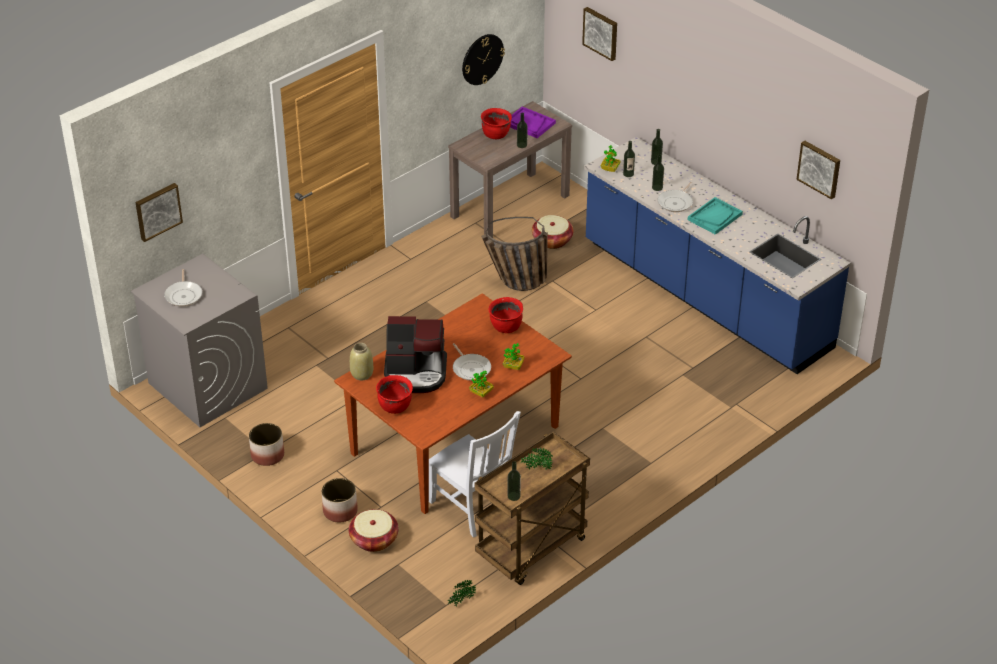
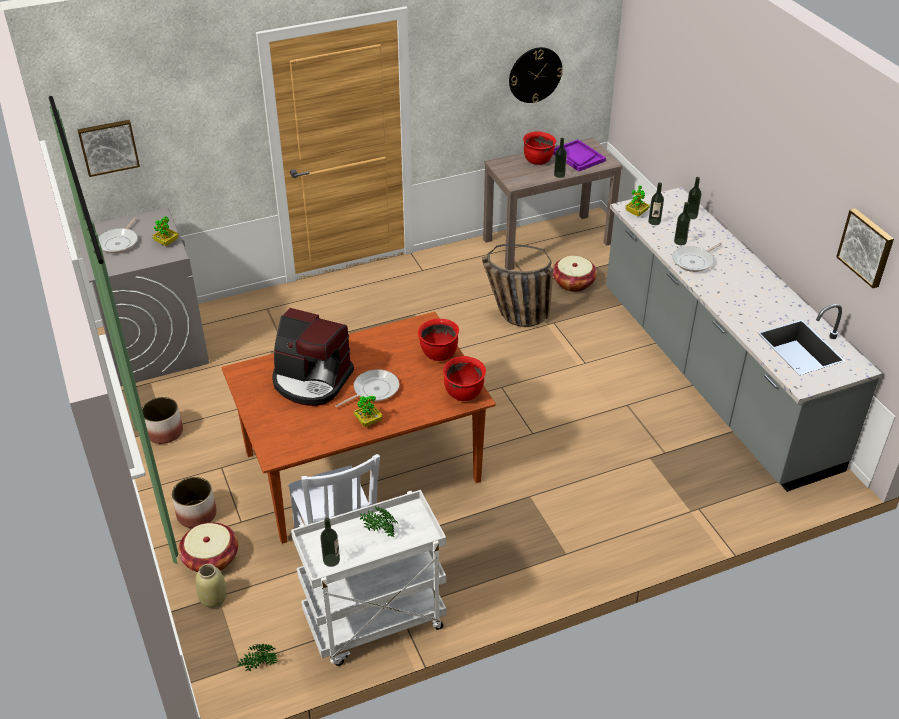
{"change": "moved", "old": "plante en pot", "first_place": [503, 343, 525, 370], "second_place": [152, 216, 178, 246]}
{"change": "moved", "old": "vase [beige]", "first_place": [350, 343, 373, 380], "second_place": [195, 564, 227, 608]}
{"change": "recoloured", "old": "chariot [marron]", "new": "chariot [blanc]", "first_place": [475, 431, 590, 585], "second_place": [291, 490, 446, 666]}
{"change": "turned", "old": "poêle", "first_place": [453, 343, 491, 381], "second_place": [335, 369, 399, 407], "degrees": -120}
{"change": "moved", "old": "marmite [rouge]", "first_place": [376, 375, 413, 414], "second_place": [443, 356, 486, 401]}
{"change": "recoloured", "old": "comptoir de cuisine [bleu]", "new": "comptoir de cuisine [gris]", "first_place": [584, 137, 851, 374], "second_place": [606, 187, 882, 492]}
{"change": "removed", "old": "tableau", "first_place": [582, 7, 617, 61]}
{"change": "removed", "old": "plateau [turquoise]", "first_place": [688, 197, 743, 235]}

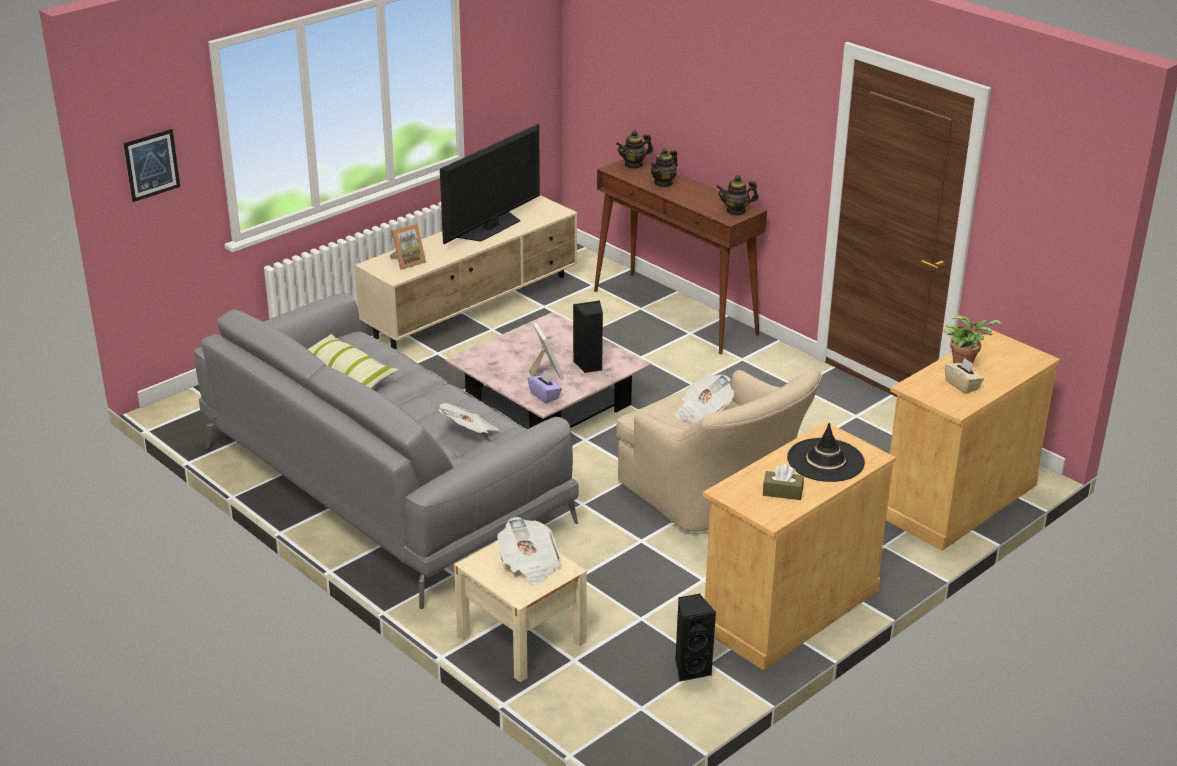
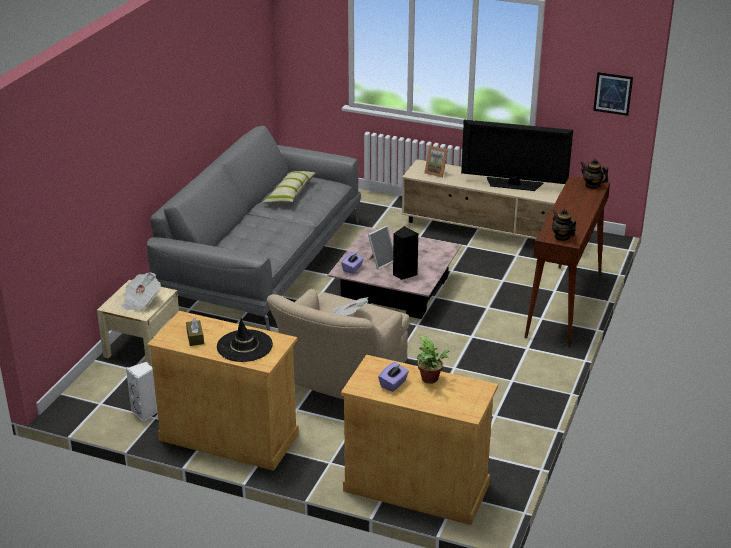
{"change": "recoloured", "old": "enceinte [noir]", "new": "enceinte [blanc]", "first_place": [675, 594, 716, 682], "second_place": [126, 362, 158, 422]}
{"change": "recoloured", "old": "boîte à mouchoirs [beige]", "new": "boîte à mouchoirs [violet]", "first_place": [945, 357, 984, 394], "second_place": [378, 362, 409, 392]}
{"change": "moved", "old": "tableau", "first_place": [123, 129, 180, 202], "second_place": [593, 72, 633, 116]}
{"change": "removed", "old": "journal", "first_place": [438, 403, 499, 433]}
{"change": "removed", "old": "théière", "first_place": [651, 148, 678, 188]}

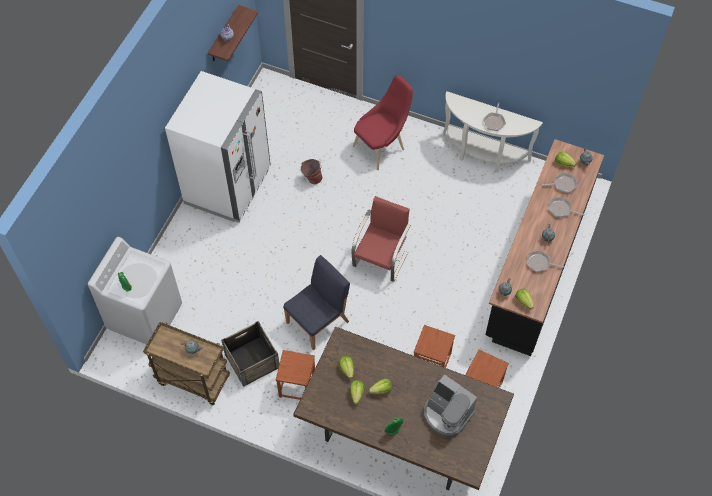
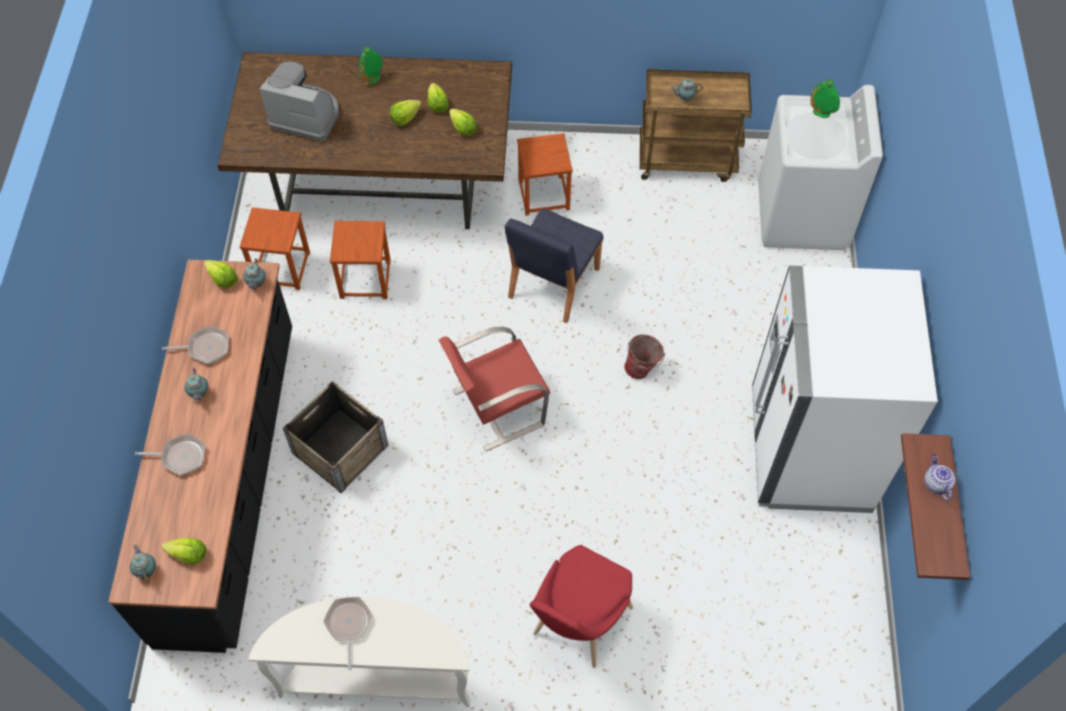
{"change": "moved", "old": "caisse", "first_place": [221, 321, 280, 387], "second_place": [283, 381, 389, 493]}
{"change": "turned", "old": "chaise [rouge]", "first_place": [352, 196, 411, 282], "second_place": [439, 326, 550, 452], "degrees": 60}
{"change": "moved", "old": "seau", "first_place": [301, 159, 322, 184], "second_place": [624, 334, 665, 379]}
{"change": "removed", "old": "poêle", "first_place": [541, 172, 577, 193]}

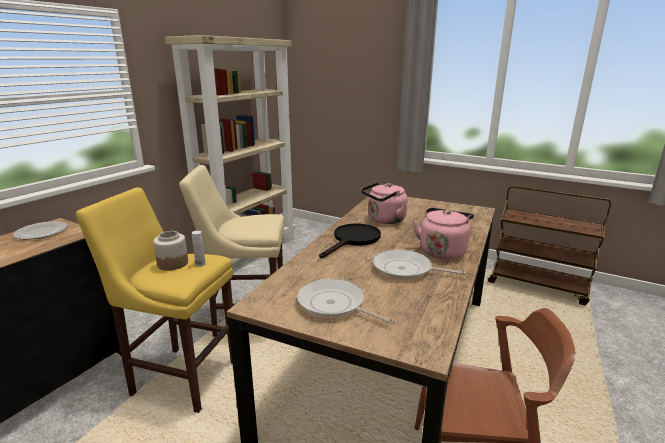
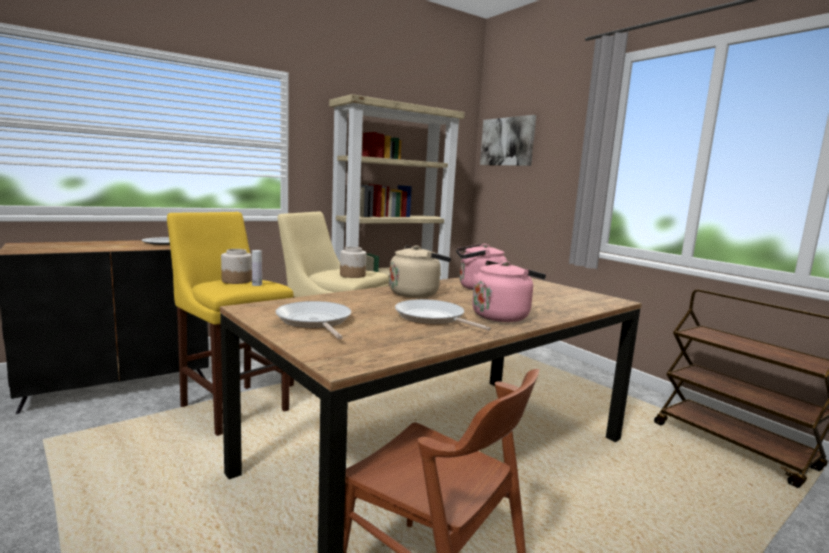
{"change": "added", "new": "bocal", "second_place": [340, 247, 366, 278]}
{"change": "replaced", "old": "poêle [noir]", "new": "bouilloire [beige]", "first_place": [319, 223, 381, 258], "second_place": [389, 245, 451, 298]}
{"change": "added", "new": "tableau", "second_place": [480, 115, 536, 166]}

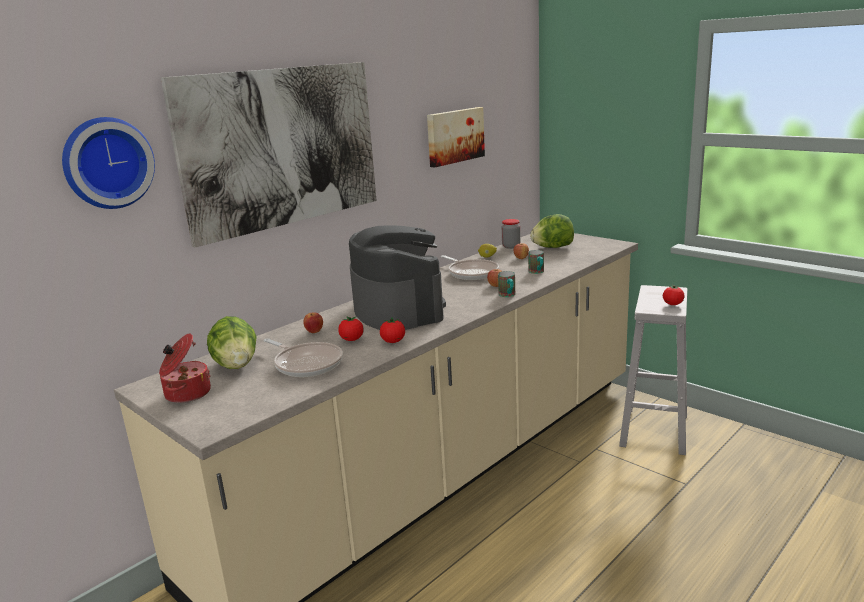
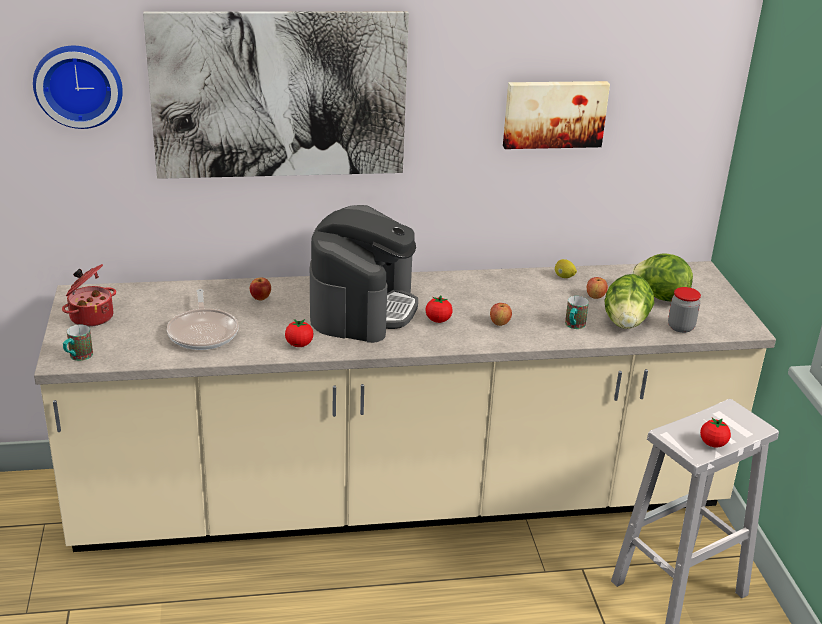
{"change": "moved", "old": "mug", "first_place": [498, 271, 515, 297], "second_place": [63, 324, 93, 361]}
{"change": "moved", "old": "tomate", "first_place": [338, 316, 364, 341], "second_place": [425, 295, 453, 323]}
{"change": "moved", "old": "laitue", "first_place": [207, 316, 257, 369], "second_place": [604, 274, 654, 329]}
{"change": "moved", "old": "bocal", "first_place": [502, 219, 520, 249], "second_place": [668, 287, 701, 333]}
{"change": "removed", "old": "poêle", "first_place": [441, 255, 499, 280]}

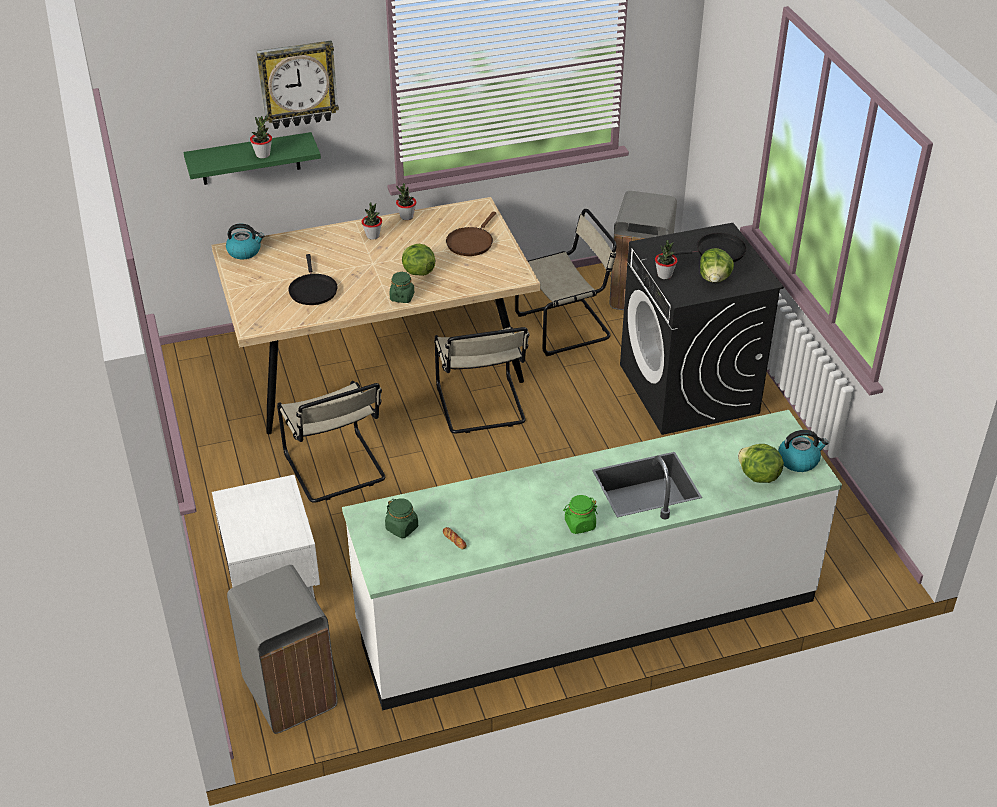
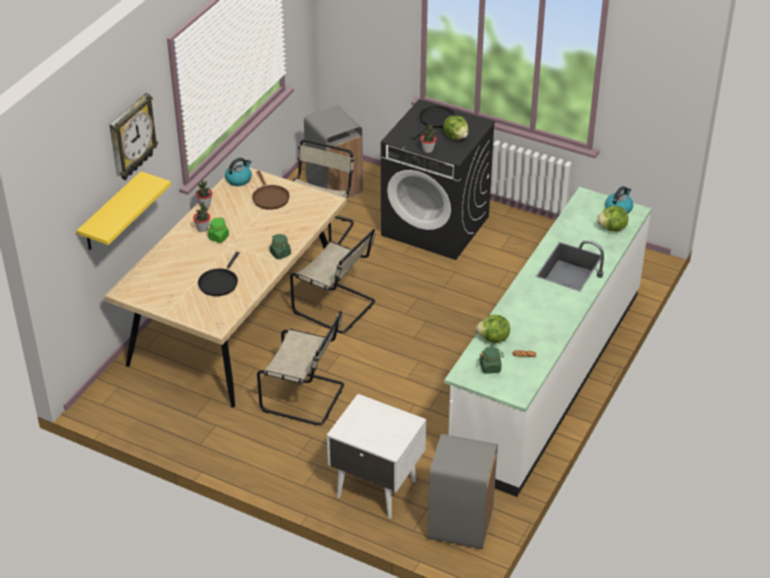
{"change": "recoloured", "old": "étagère [vert]", "new": "étagère [jaune]", "first_place": [183, 132, 321, 185], "second_place": [77, 171, 171, 250]}
{"change": "turned", "old": "poêle [noir]", "first_place": [288, 254, 338, 305], "second_place": [198, 252, 239, 296], "degrees": 75}
{"change": "moved", "old": "bocal [vert]", "first_place": [563, 495, 598, 534], "second_place": [208, 217, 229, 243]}
{"change": "moved", "old": "bouilloire", "first_place": [226, 224, 264, 260], "second_place": [225, 158, 252, 186]}
{"change": "moved", "old": "laitue", "first_place": [402, 244, 435, 276], "second_place": [476, 315, 510, 343]}
{"change": "removed", "old": "plante en pot", "first_place": [250, 114, 272, 158]}

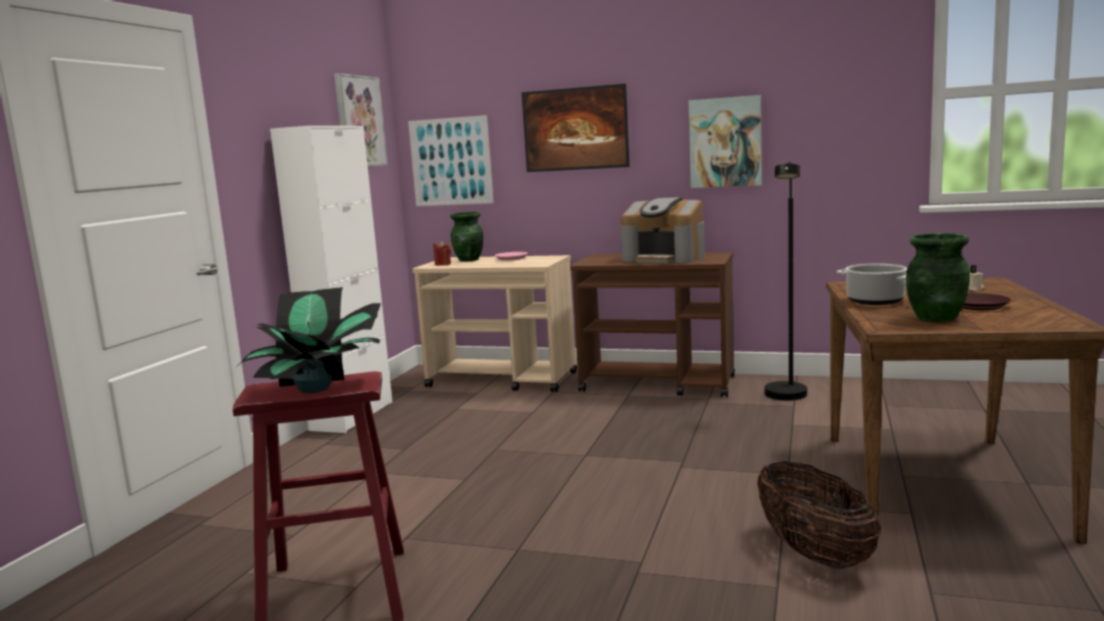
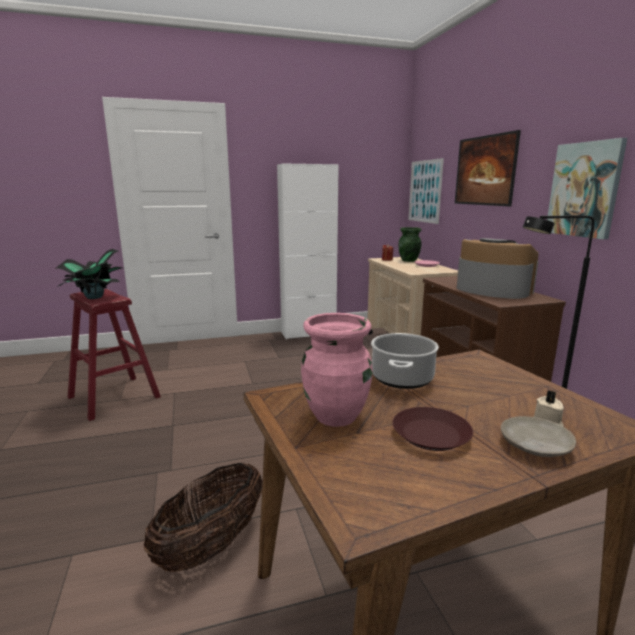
{"change": "recoloured", "old": "vase [vert]", "new": "vase [rose]", "first_place": [906, 233, 970, 322], "second_place": [301, 313, 373, 427]}
{"change": "turned", "old": "machine à café", "first_place": [620, 197, 705, 263], "second_place": [457, 238, 539, 299], "degrees": 135}
{"change": "added", "new": "assiette [beige]", "second_place": [501, 416, 576, 457]}
{"change": "removed", "old": "tableau", "first_place": [334, 73, 388, 167]}

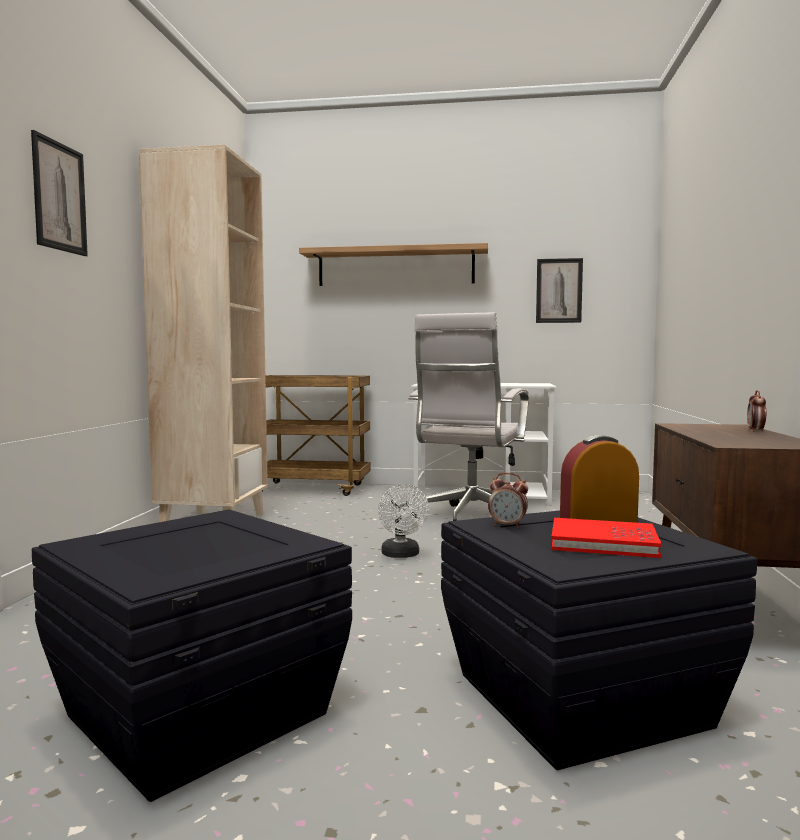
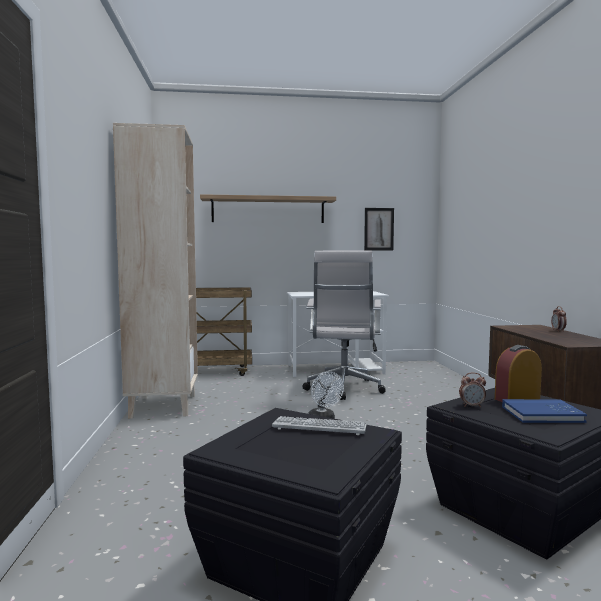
{"change": "added", "new": "clavier", "second_place": [272, 416, 367, 435]}
{"change": "recoloured", "old": "livre [rouge]", "new": "livre [bleu]", "first_place": [551, 518, 661, 558], "second_place": [502, 399, 587, 423]}
{"change": "removed", "old": "tableau", "first_place": [31, 130, 88, 256]}

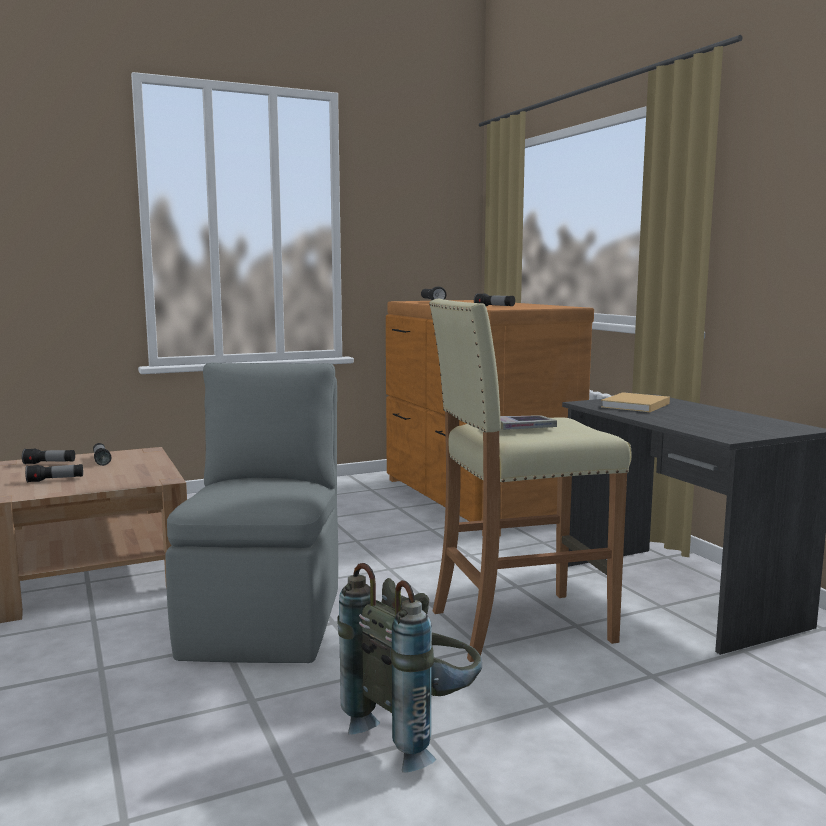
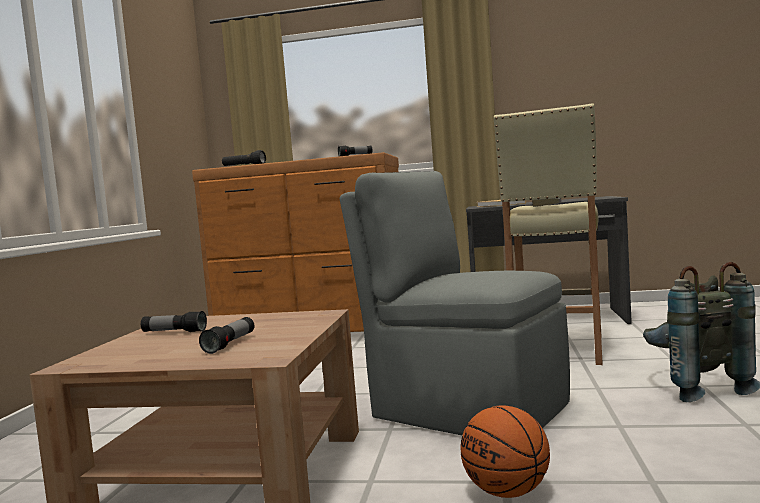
{"change": "added", "new": "ballon de basket", "second_place": [460, 405, 550, 498]}
{"change": "removed", "old": "lampe de poche", "first_place": [22, 449, 75, 464]}

